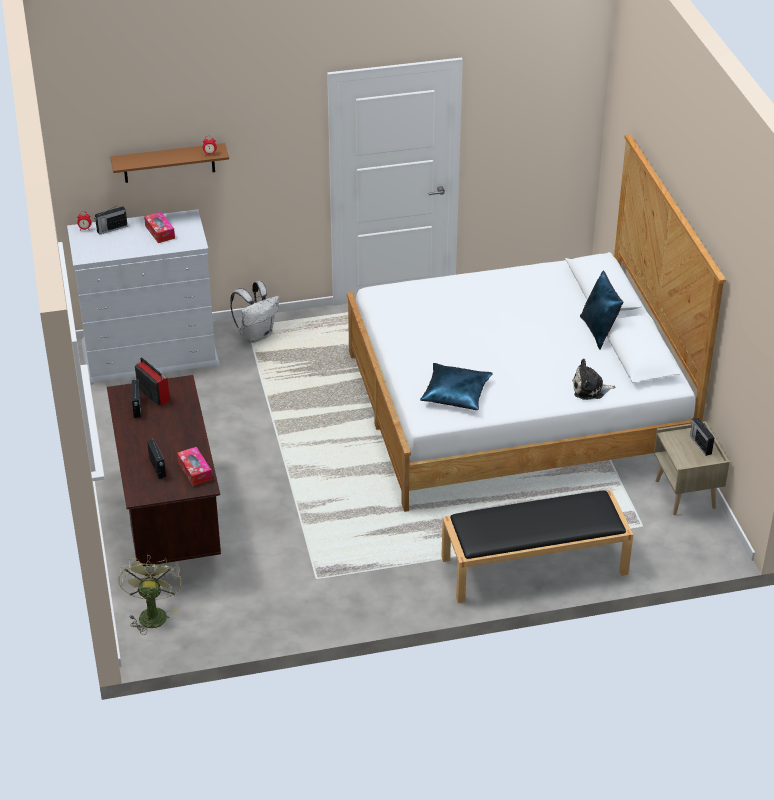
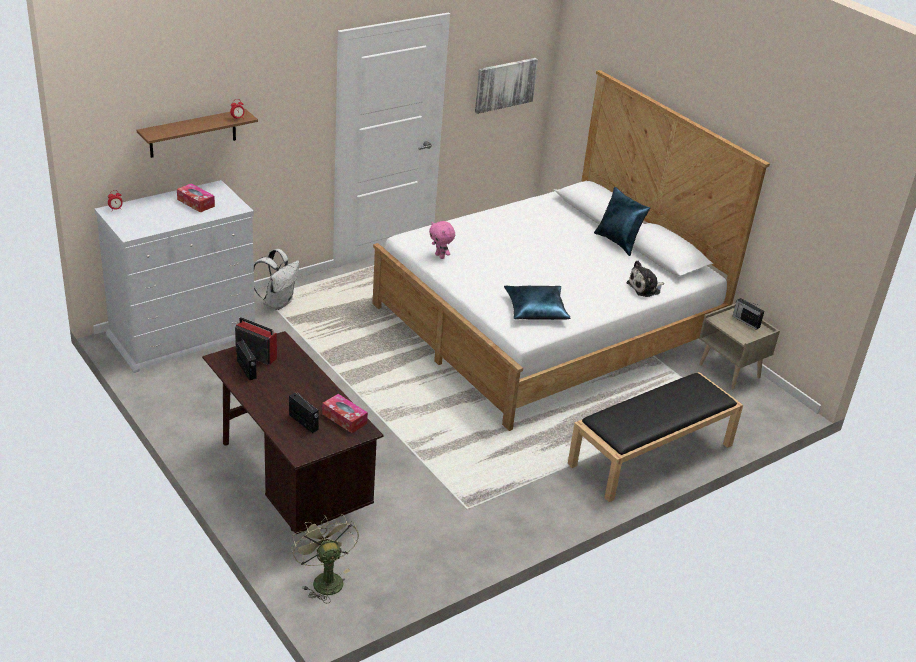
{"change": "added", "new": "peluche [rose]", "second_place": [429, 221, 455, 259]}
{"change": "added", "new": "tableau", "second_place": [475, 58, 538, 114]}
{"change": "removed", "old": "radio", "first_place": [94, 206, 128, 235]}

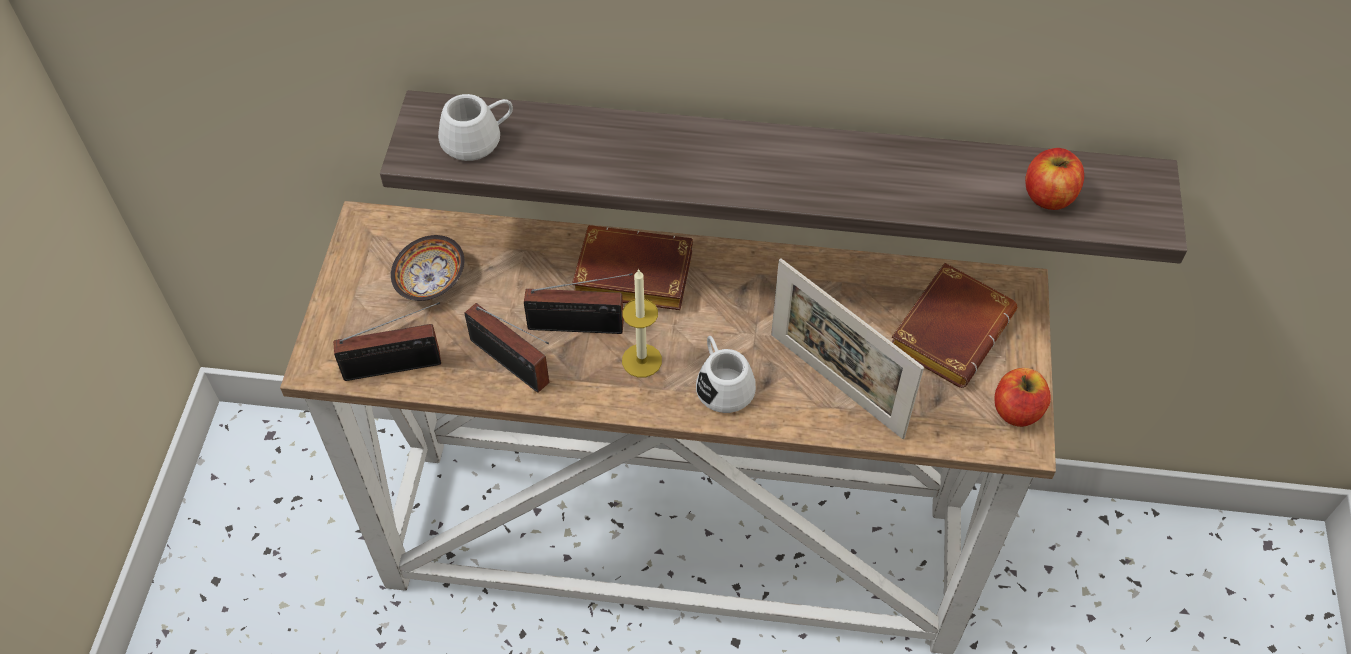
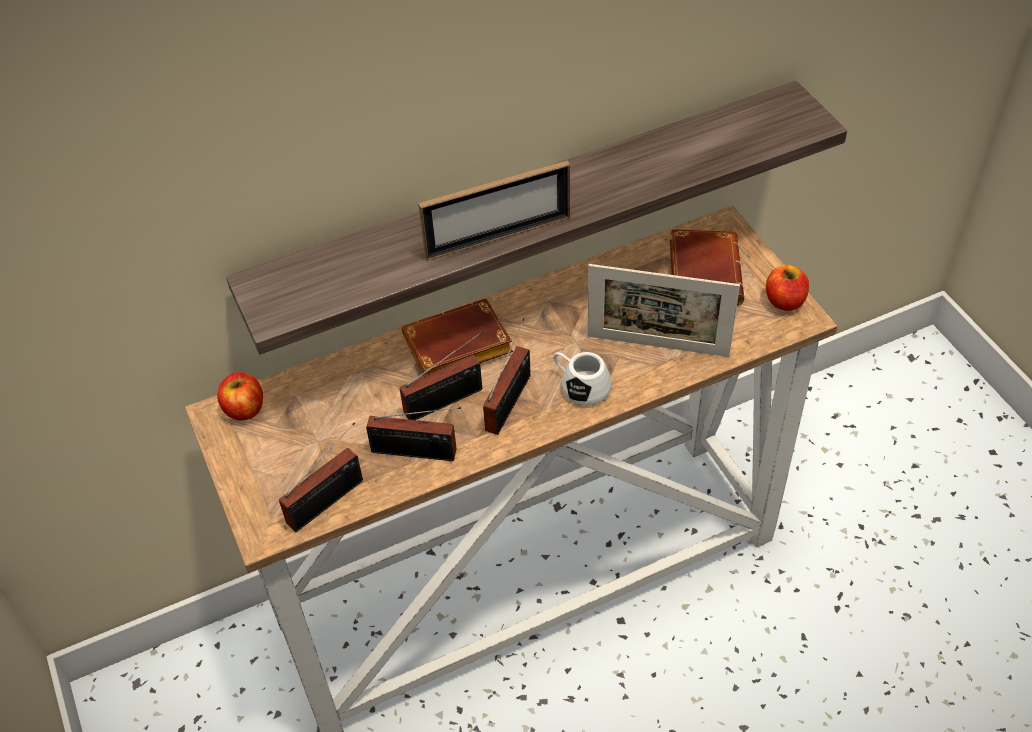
{"change": "moved", "old": "pomme", "first_place": [1025, 148, 1084, 210], "second_place": [217, 372, 263, 421]}
{"change": "added", "new": "cadre photo", "second_place": [418, 160, 570, 261]}
{"change": "replaced", "old": "bougie", "new": "radio", "first_place": [622, 268, 662, 377], "second_place": [483, 318, 531, 435]}
{"change": "removed", "old": "bol", "first_place": [391, 235, 464, 301]}
{"change": "removed", "old": "mug [blanc]", "first_place": [438, 94, 513, 161]}

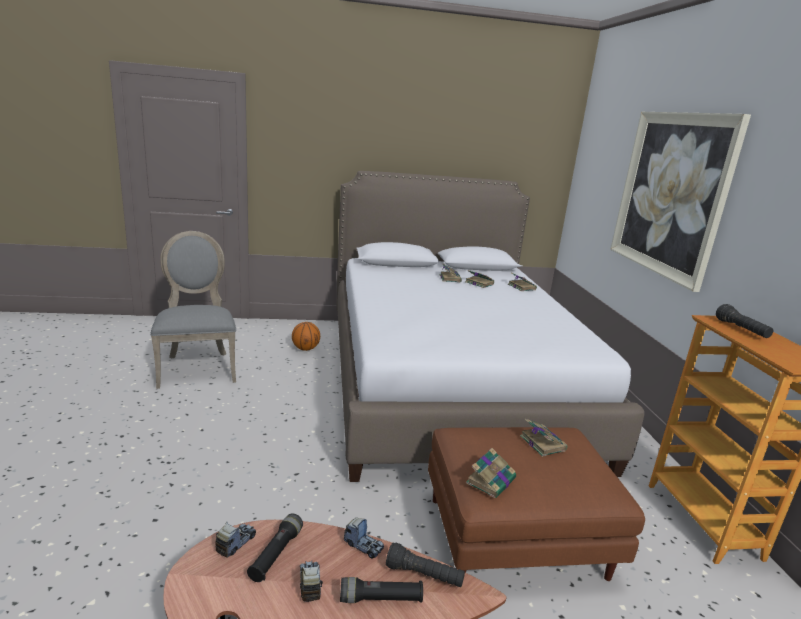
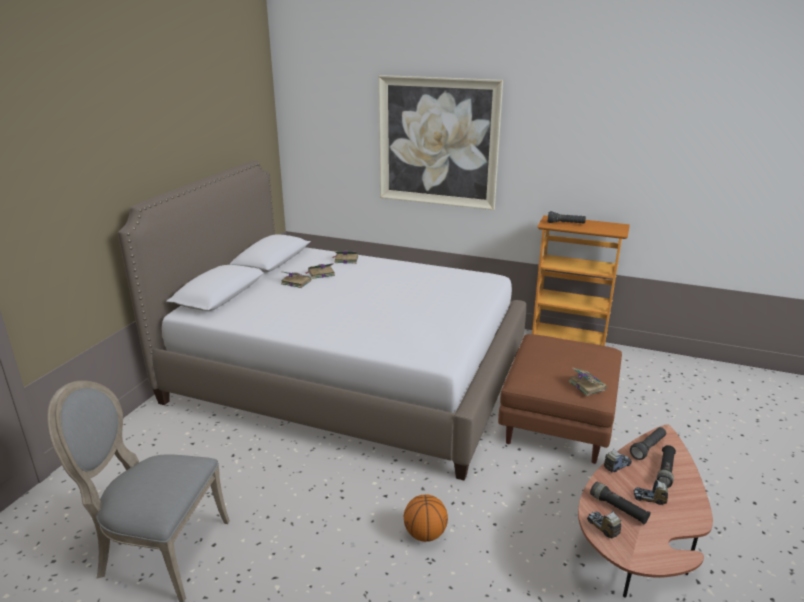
{"change": "moved", "old": "ballon de basket", "first_place": [292, 322, 320, 351], "second_place": [404, 494, 448, 542]}
{"change": "removed", "old": "livre", "first_place": [520, 419, 567, 457]}

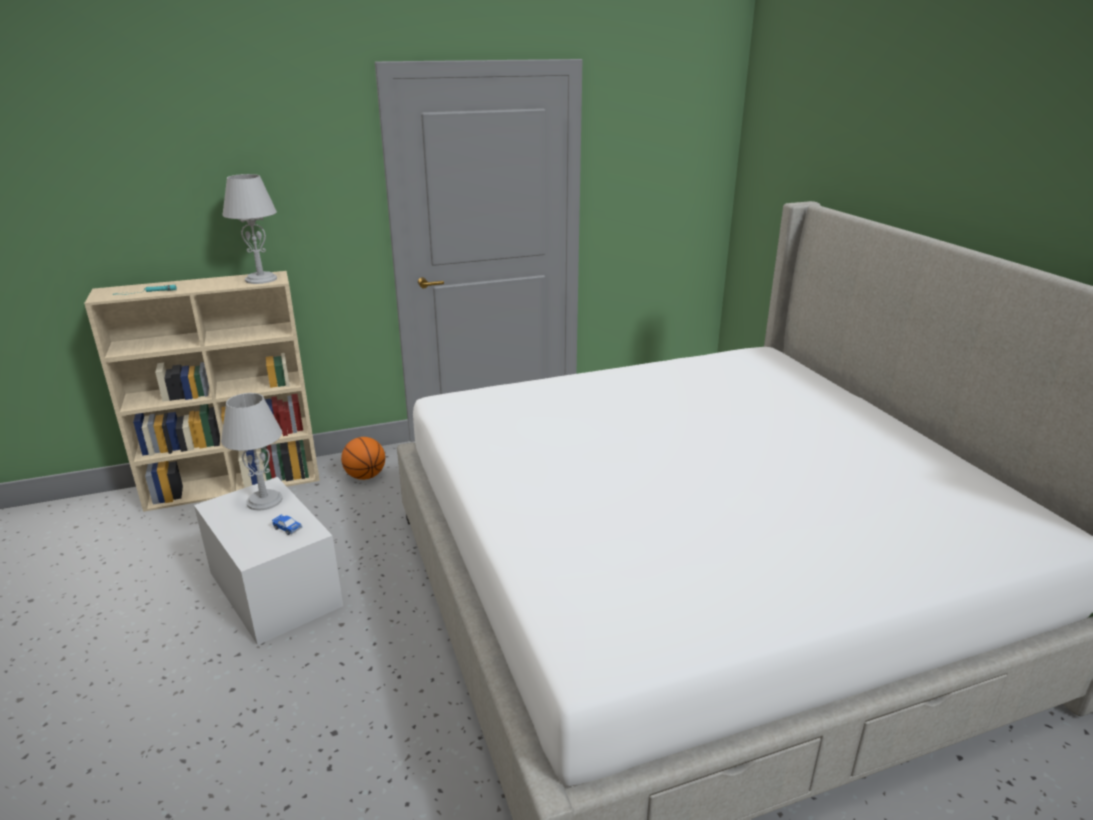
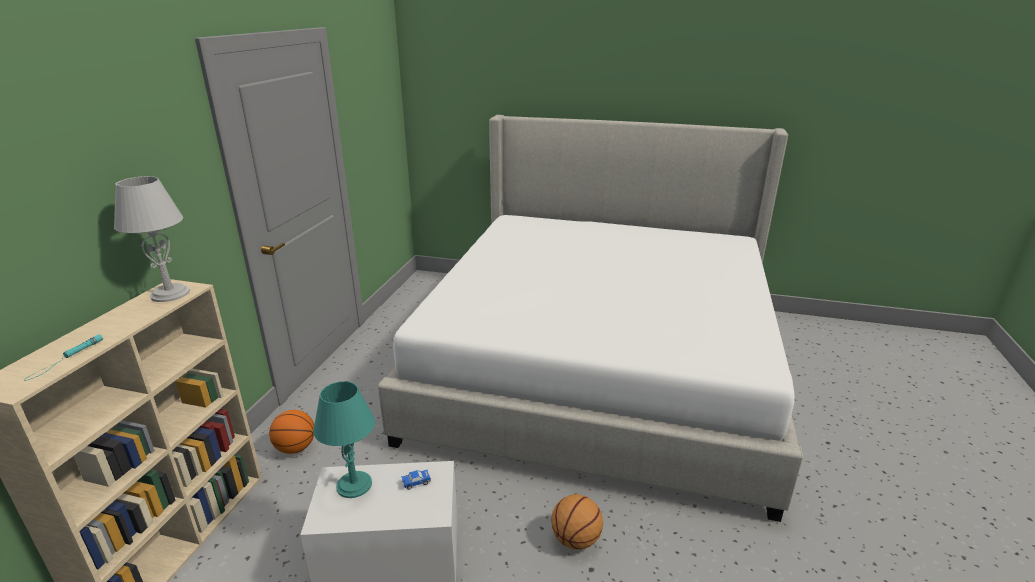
{"change": "recoloured", "old": "lampe de table [gris]", "new": "lampe de table [turquoise]", "first_place": [221, 393, 282, 510], "second_place": [313, 381, 375, 498]}
{"change": "added", "new": "ballon de basket", "second_place": [551, 494, 603, 550]}

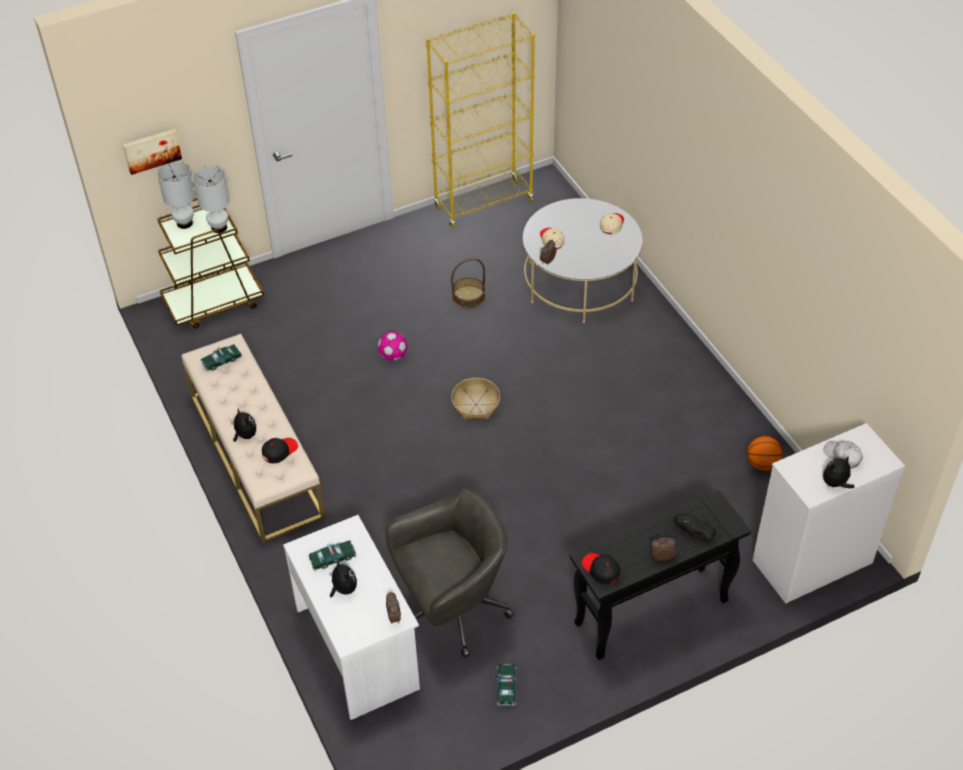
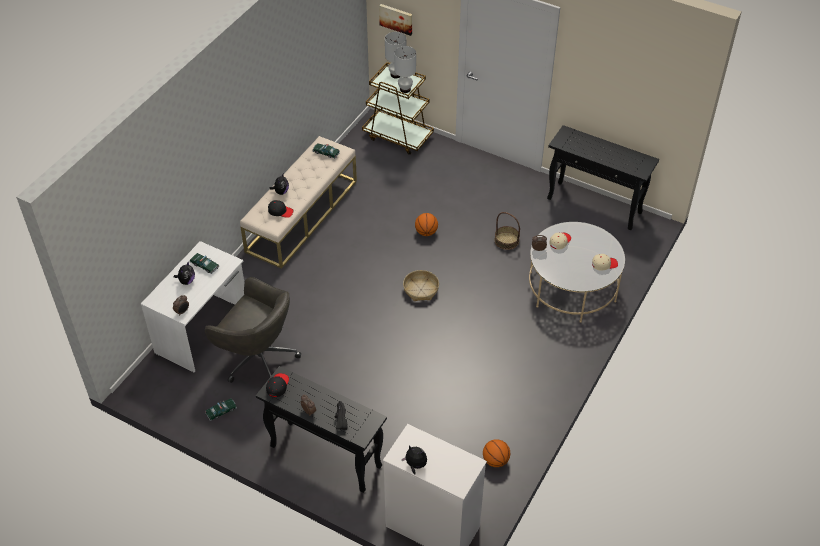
{"change": "replaced", "old": "ballon de foot", "new": "ballon de basket", "first_place": [378, 331, 407, 361], "second_place": [415, 213, 438, 236]}
{"change": "replaced", "old": "bibliothèque [jaune]", "new": "table console [noir]", "first_place": [426, 12, 535, 228], "second_place": [547, 125, 659, 230]}
{"change": "removed", "old": "casquette [blanc]", "first_place": [823, 441, 863, 468]}

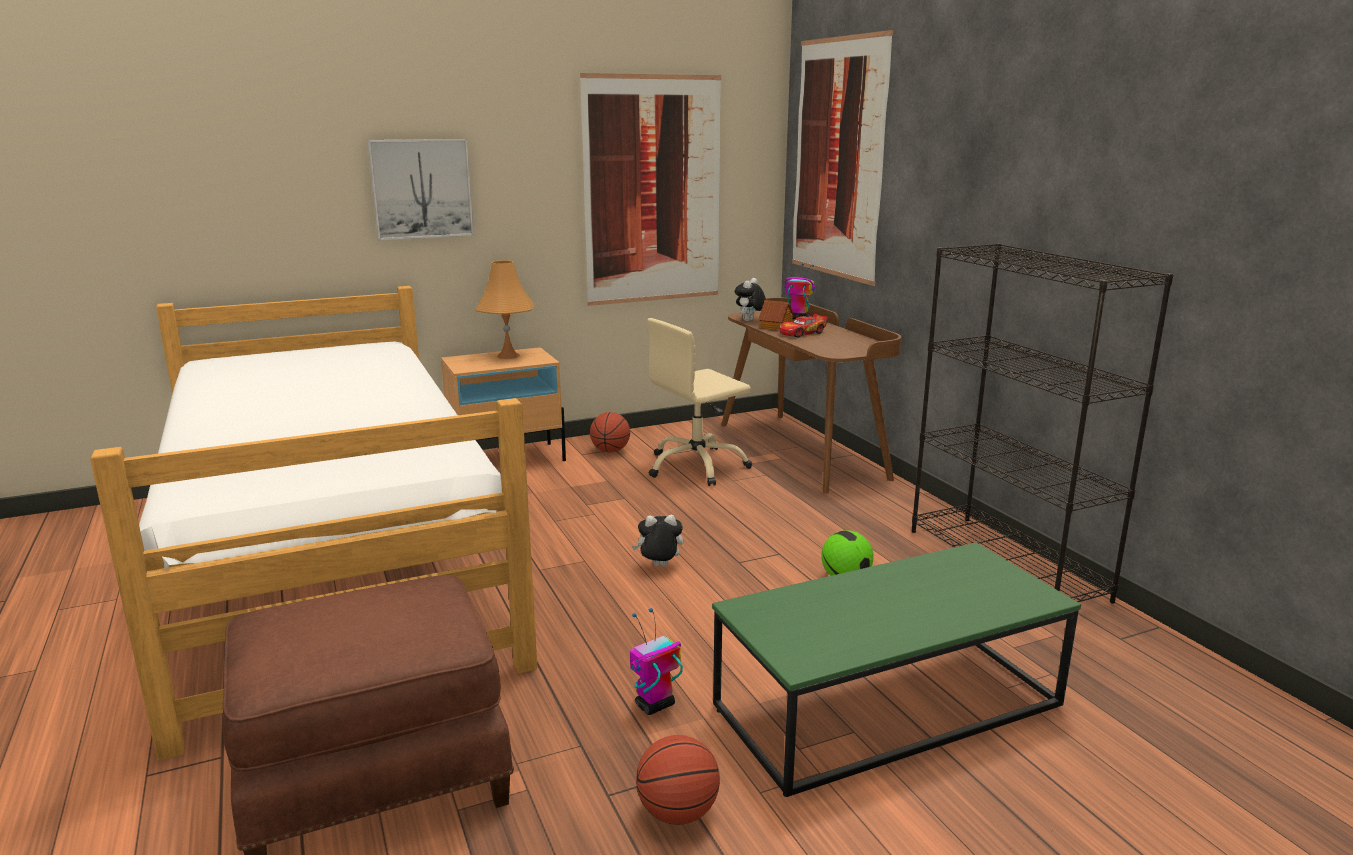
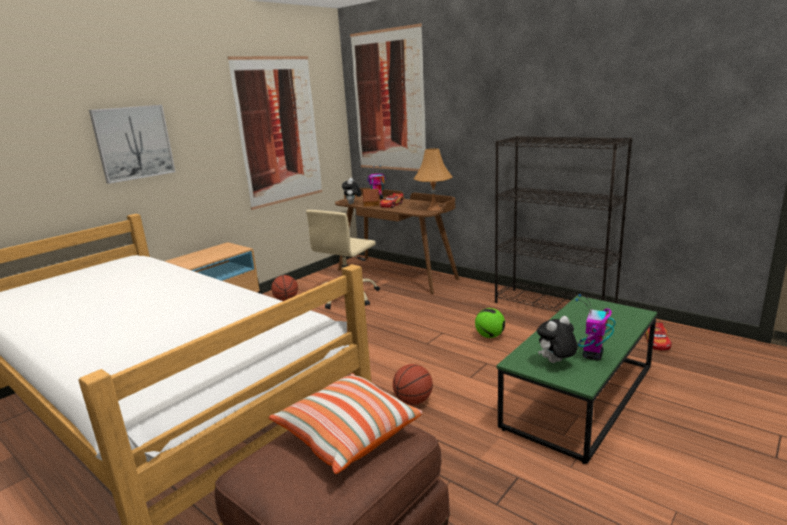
{"change": "added", "new": "coussin", "second_place": [269, 373, 423, 474]}
{"change": "moved", "old": "ballon de basket", "first_place": [636, 735, 720, 825], "second_place": [393, 364, 433, 405]}
{"change": "moved", "old": "lampe de table [orange]", "first_place": [476, 260, 535, 359], "second_place": [414, 148, 452, 211]}
{"change": "moved", "old": "peluche", "first_place": [632, 515, 683, 566], "second_place": [537, 316, 578, 363]}
{"change": "moved", "old": "robot jouet", "first_place": [630, 608, 683, 715], "second_place": [575, 294, 615, 360]}
{"change": "added", "new": "petite voiture", "second_place": [645, 323, 672, 350]}

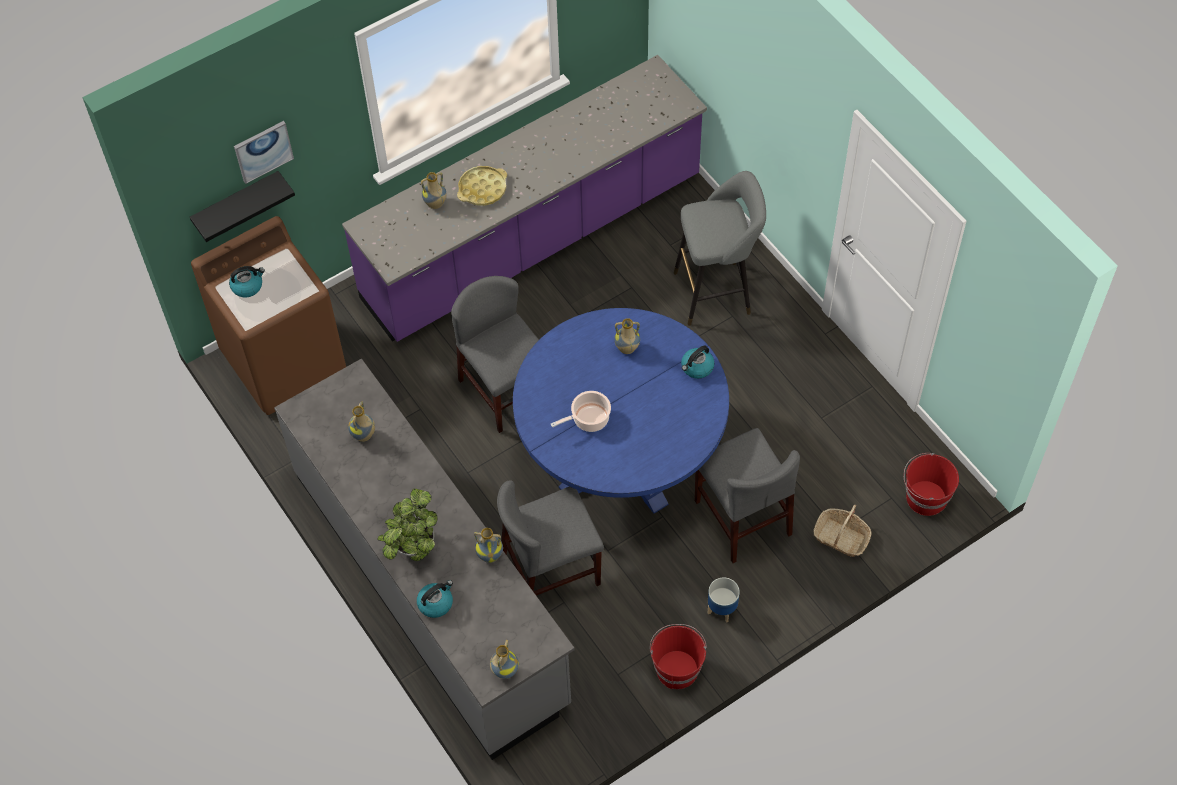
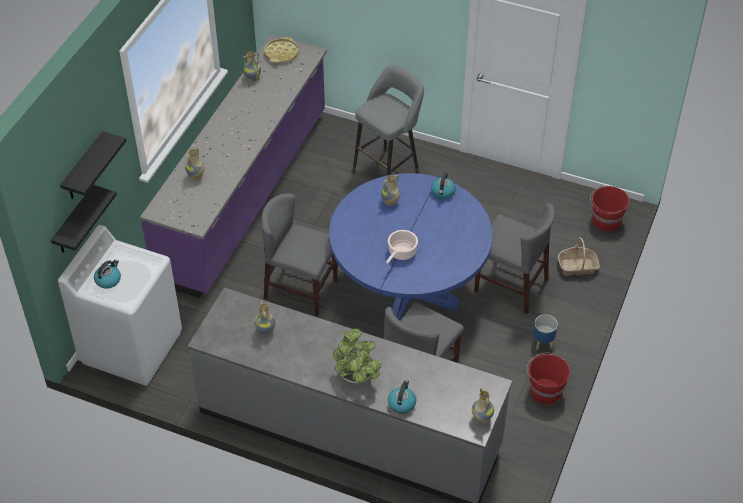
{"change": "recoloured", "old": "lave-linge [marron]", "new": "lave-linge [blanc]", "first_place": [191, 216, 346, 415], "second_place": [58, 225, 182, 386]}
{"change": "replaced", "old": "tableau", "new": "étagère [noir]", "first_place": [234, 121, 294, 184], "second_place": [60, 131, 126, 199]}
{"change": "moved", "old": "vase", "first_place": [474, 528, 503, 563], "second_place": [243, 51, 261, 81]}
{"change": "moved", "old": "plateau [jaune]", "first_place": [457, 166, 507, 206], "second_place": [264, 37, 299, 63]}

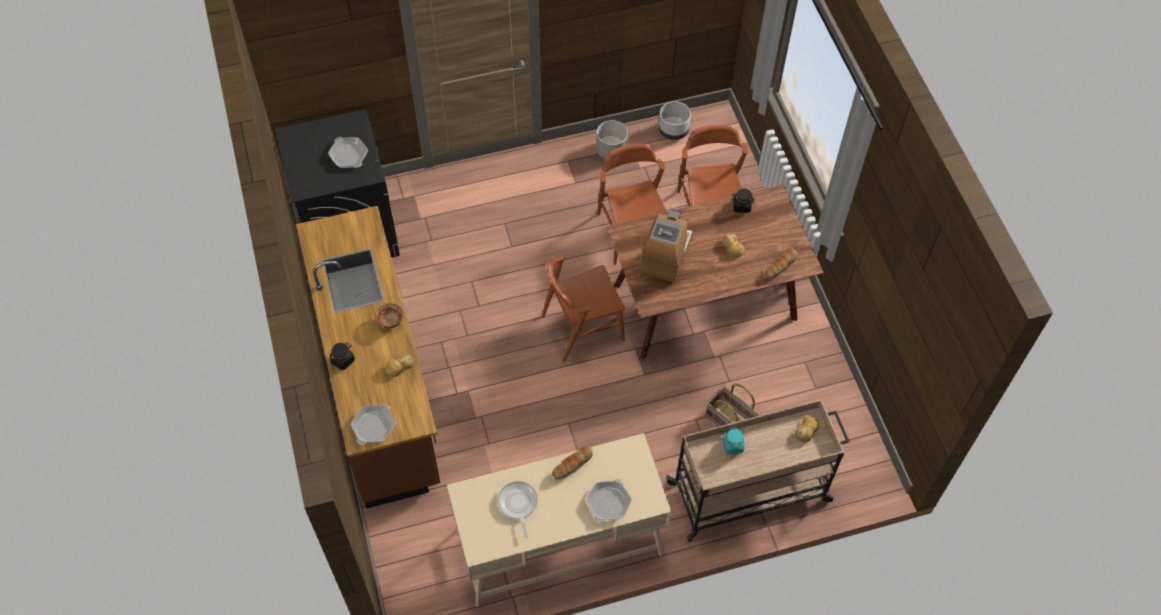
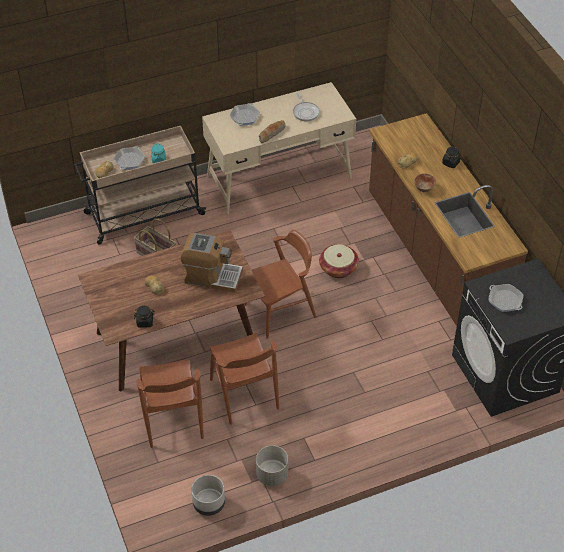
{"change": "moved", "old": "poêle", "first_place": [351, 404, 396, 445], "second_place": [114, 146, 145, 170]}
{"change": "turned", "old": "machine à café", "first_place": [641, 209, 693, 283], "second_place": [181, 233, 243, 293], "degrees": -90}
{"change": "added", "new": "panier", "second_place": [319, 244, 359, 278]}
{"change": "removed", "old": "pain", "first_place": [764, 248, 798, 279]}

